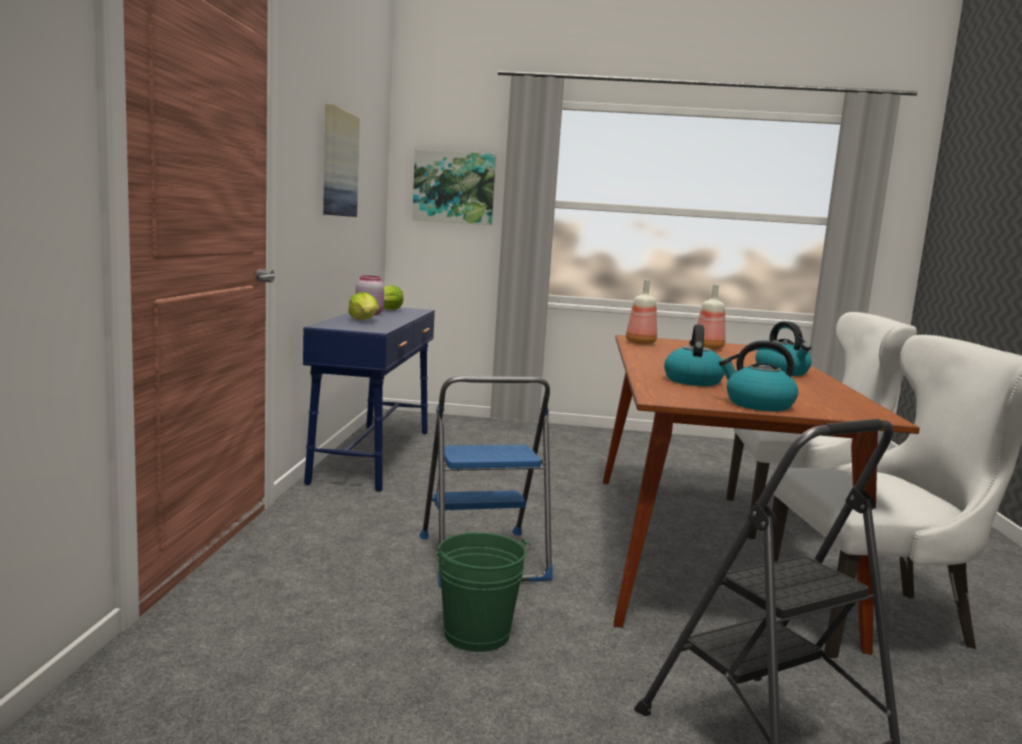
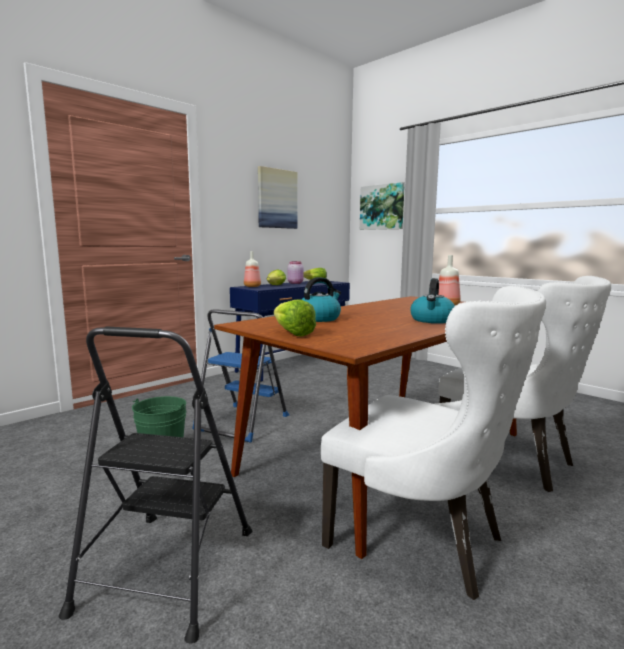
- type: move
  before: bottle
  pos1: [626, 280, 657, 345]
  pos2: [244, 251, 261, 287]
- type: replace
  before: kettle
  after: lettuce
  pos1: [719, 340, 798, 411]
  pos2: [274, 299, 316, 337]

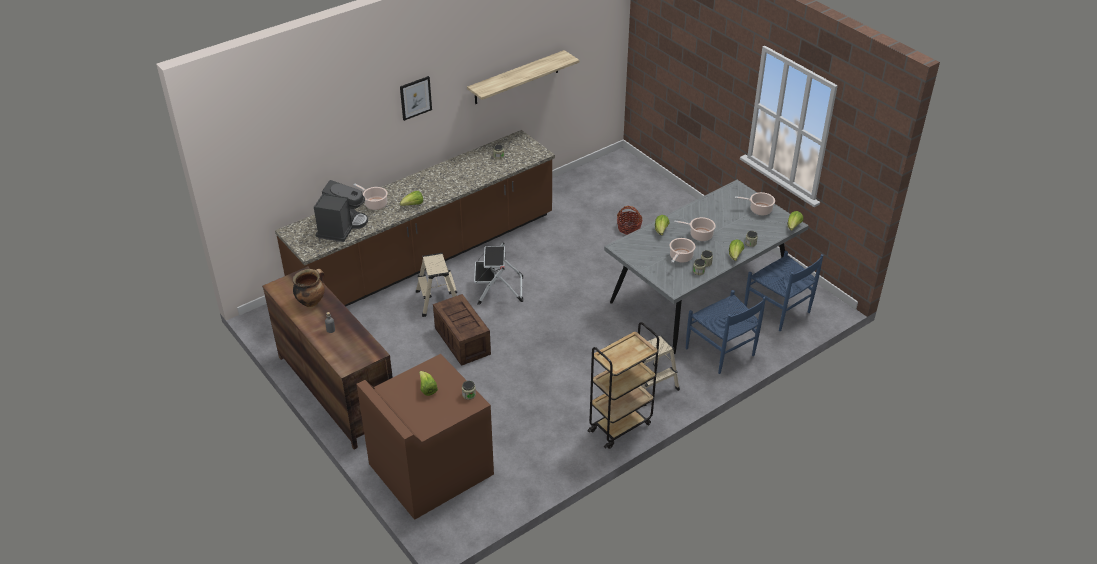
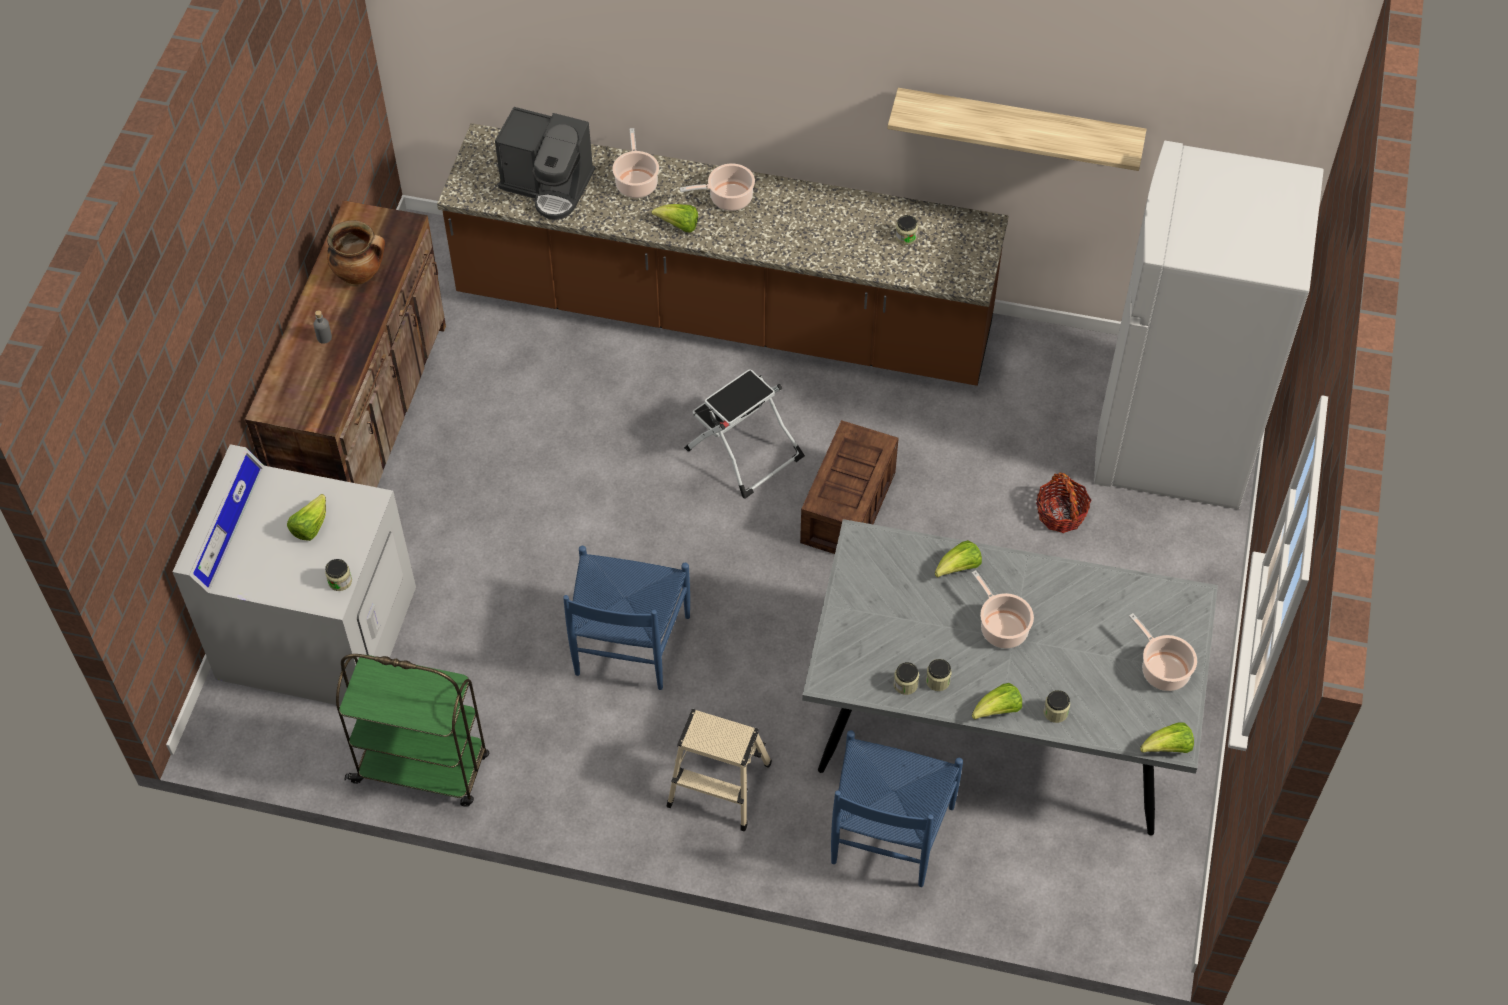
- type: delete
  before: picture
  pos1: [400, 76, 432, 121]
- type: rotate
  before: coffee machine
  pos1: [314, 180, 368, 242]
  pos2: [495, 107, 595, 220]
  turn: 45
- type: move
  before: cooking pot
  pos1: [669, 238, 695, 263]
  pos2: [680, 163, 755, 211]
- type: move
  before: chair/blue
  pos1: [744, 251, 823, 331]
  pos2: [563, 546, 690, 690]
- type: delete
  before: step ladder/beige
  pos1: [416, 253, 457, 317]
- type: move
  before: crate
  pos1: [433, 294, 491, 366]
  pos2: [800, 420, 899, 554]
- type: delete
  before: cart/brown
  pos1: [588, 322, 659, 449]
- type: recolor
  before: washing machine/brown
  after: washing machine/white
  pos1: [357, 354, 494, 520]
  pos2: [173, 444, 416, 706]
- type: insert
  after: fridge/white
  pos2: [1094, 140, 1323, 509]
- type: insert
  after: cart/green
  pos2: [336, 654, 489, 807]

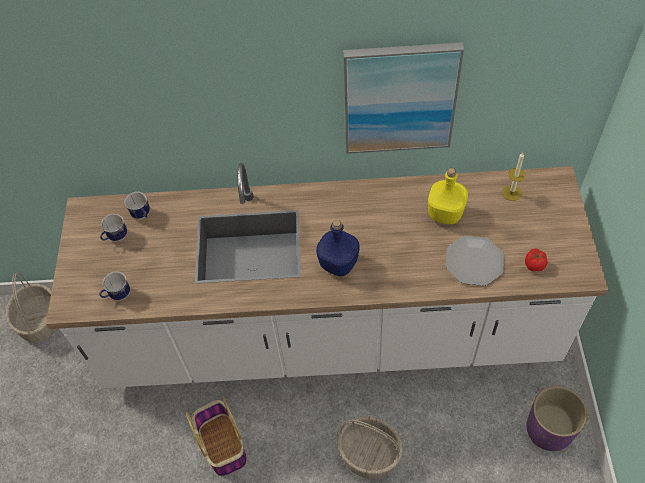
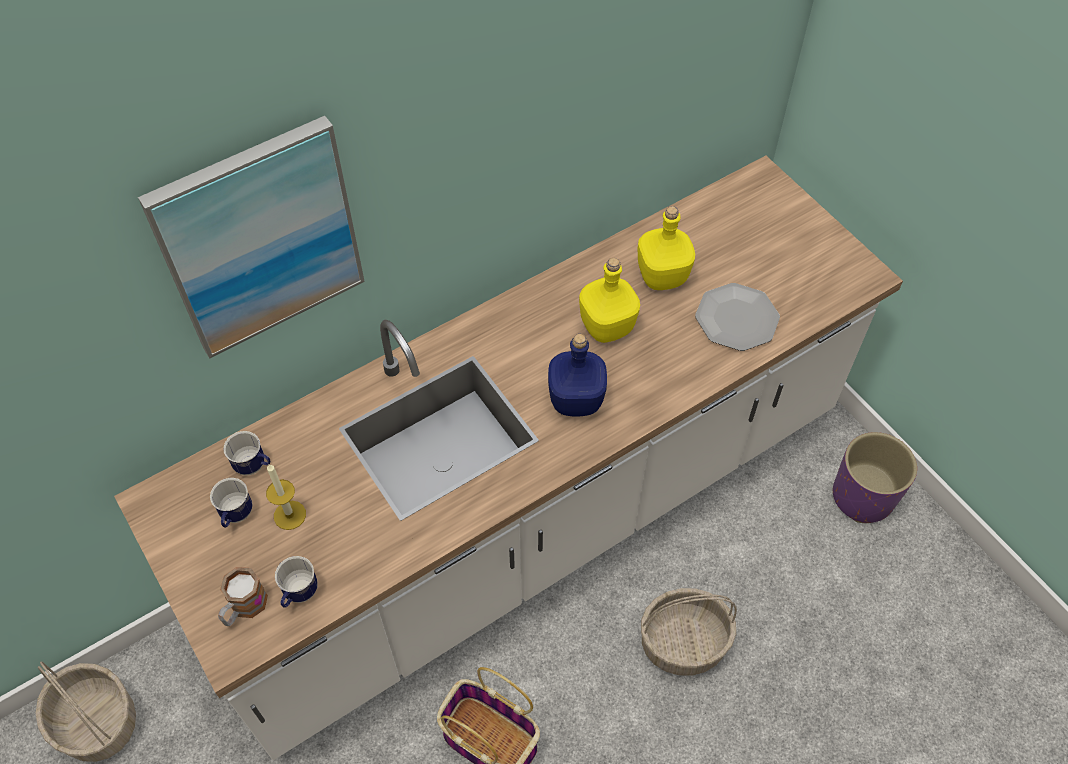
- type: move
  before: picture
  pos1: [343, 42, 464, 154]
  pos2: [138, 116, 365, 358]
- type: move
  before: candle
  pos1: [502, 153, 526, 201]
  pos2: [266, 464, 306, 530]
- type: delete
  before: tomato
  pos1: [525, 248, 548, 271]
- type: insert
  after: bottle/yellow
  pos2: [579, 258, 640, 343]
- type: insert
  after: mug
  pos2: [218, 567, 268, 626]

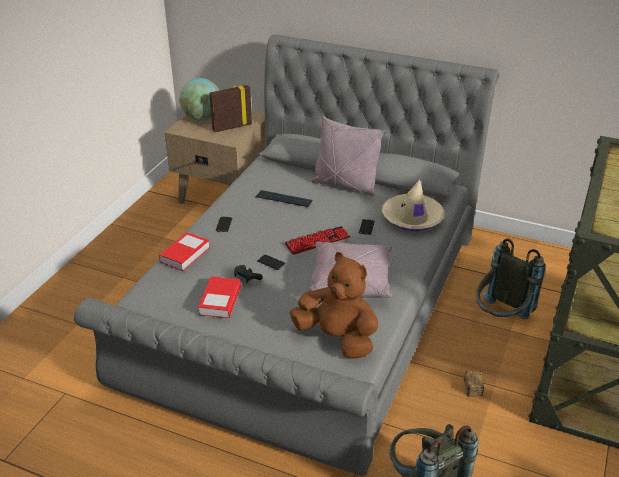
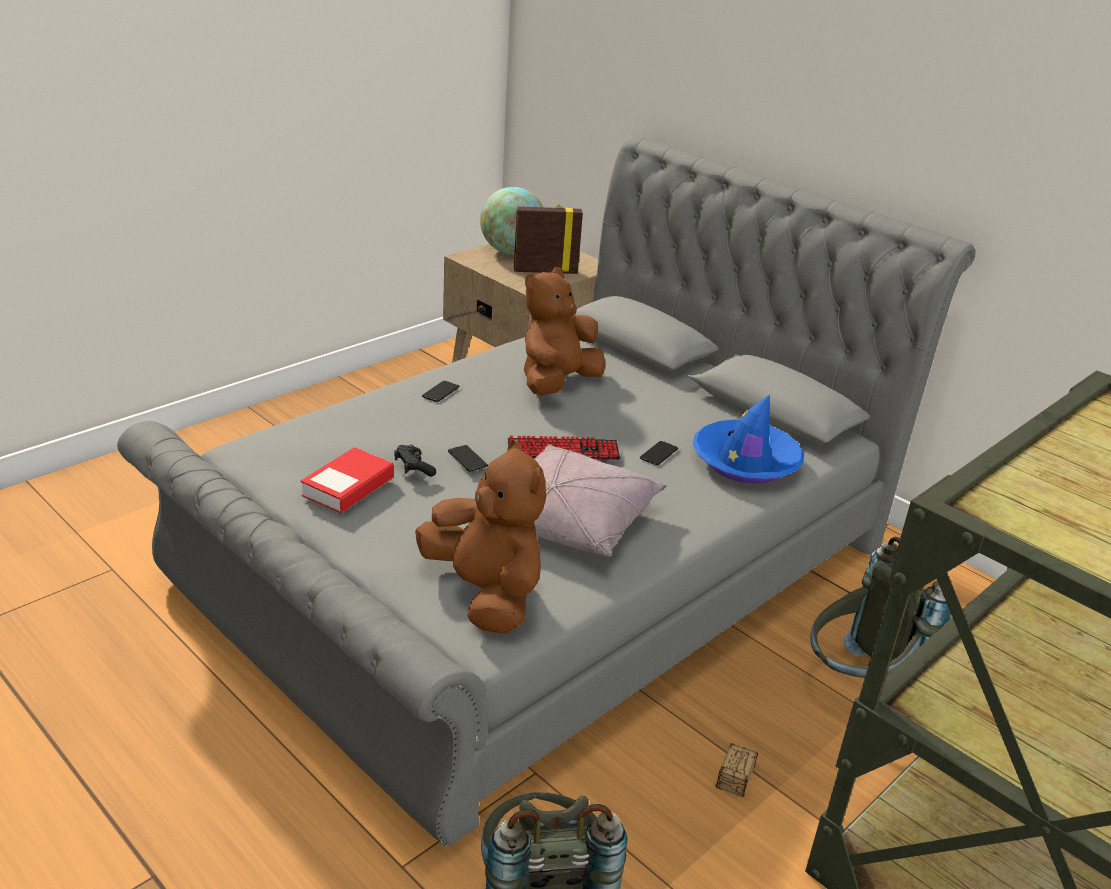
- type: delete
  before: pillow/purple
  pos1: [311, 116, 385, 196]
- type: recolor
  before: hat/beige
  after: hat/blue
  pos1: [382, 180, 445, 231]
  pos2: [693, 395, 804, 484]
- type: replace
  before: keyboard
  after: plush toy/brown
  pos1: [256, 190, 312, 207]
  pos2: [524, 267, 605, 395]
- type: delete
  before: book
  pos1: [159, 232, 210, 271]

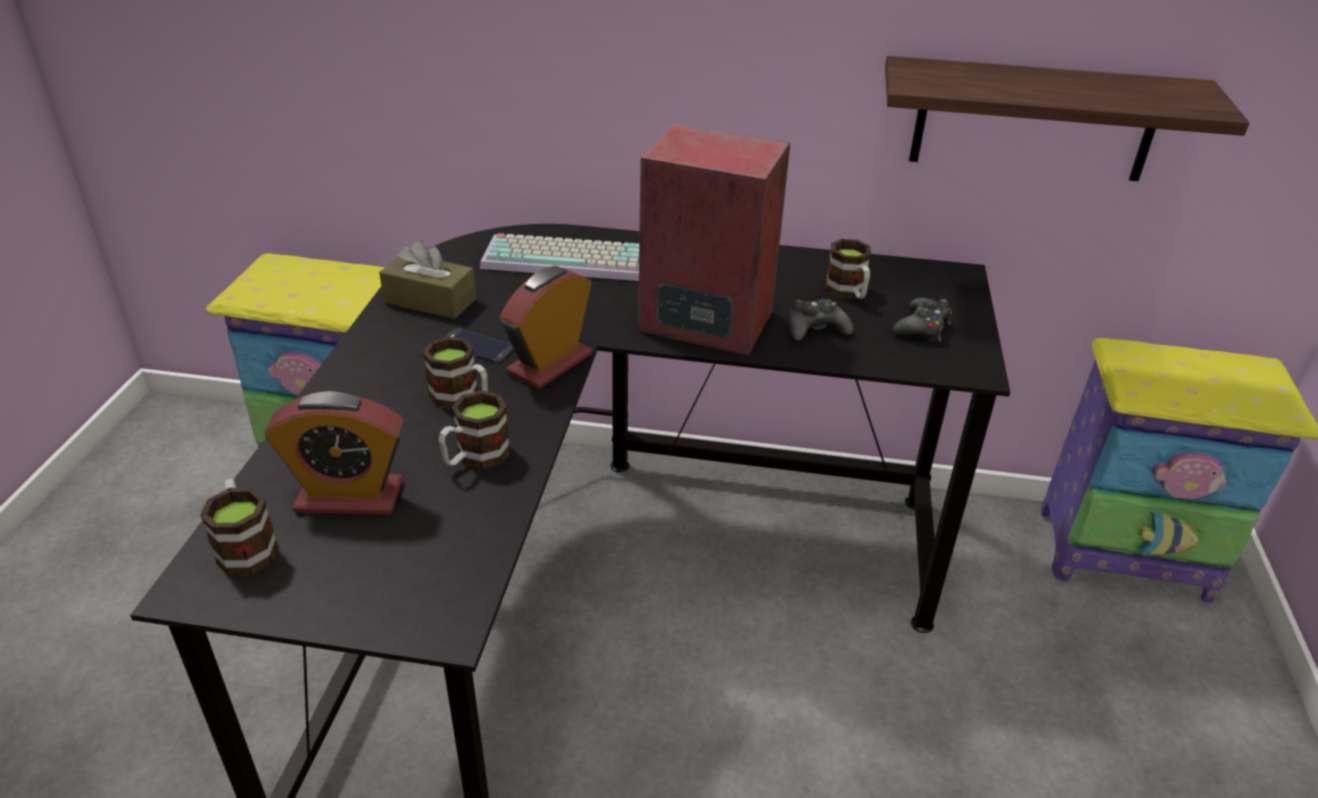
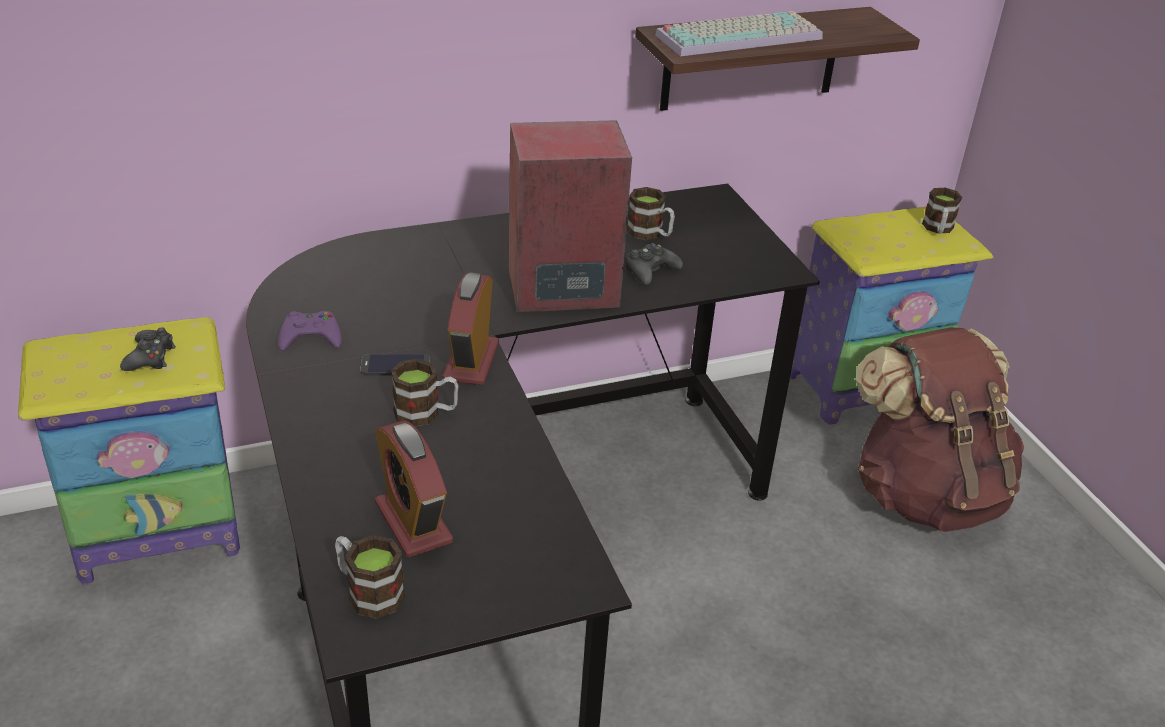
- type: move
  before: keyboard
  pos1: [480, 233, 639, 281]
  pos2: [655, 11, 823, 56]
- type: replace
  before: tissue box/brown
  after: game controller/purple
  pos1: [379, 240, 476, 319]
  pos2: [278, 311, 342, 351]
- type: move
  before: game controller/black
  pos1: [893, 298, 952, 342]
  pos2: [120, 327, 176, 371]
- type: move
  before: mug
  pos1: [439, 390, 510, 470]
  pos2: [922, 188, 962, 234]
- type: rotate
  before: alarm clock
  pos1: [264, 391, 404, 515]
  pos2: [375, 421, 453, 558]
  turn: 90
- type: insert
  after: backpack/brown
  pos2: [855, 327, 1024, 532]

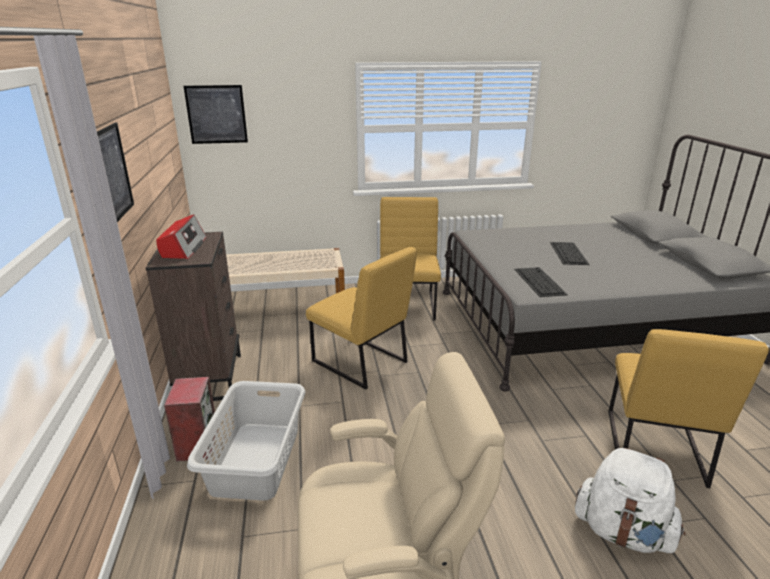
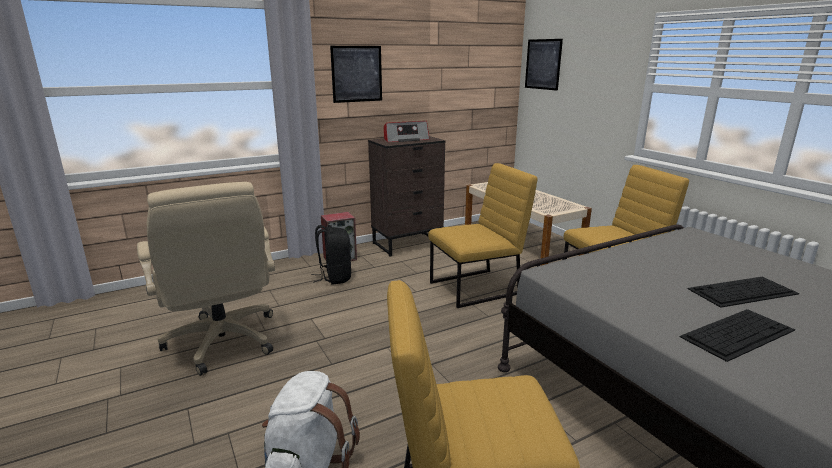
- type: rotate
  before: chair/yellow
  pos1: [306, 247, 417, 389]
  pos2: [428, 163, 537, 308]
  turn: -135
- type: move
  before: keyboard
  pos1: [514, 267, 568, 297]
  pos2: [680, 309, 795, 362]
- type: replace
  before: laundry basket/grey
  after: backpack/black
  pos1: [187, 381, 305, 501]
  pos2: [312, 225, 351, 285]

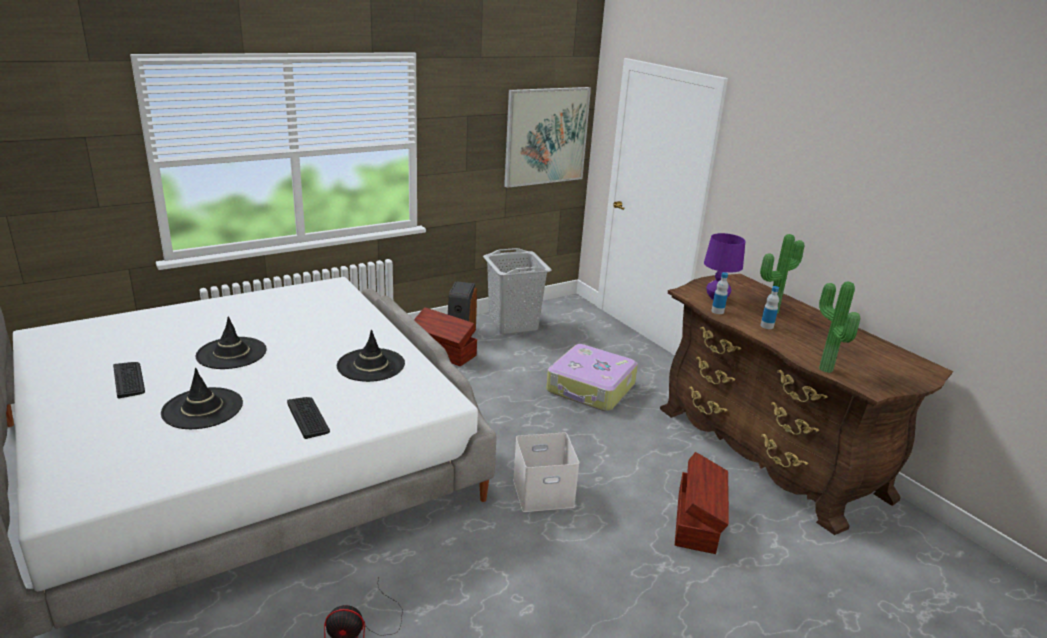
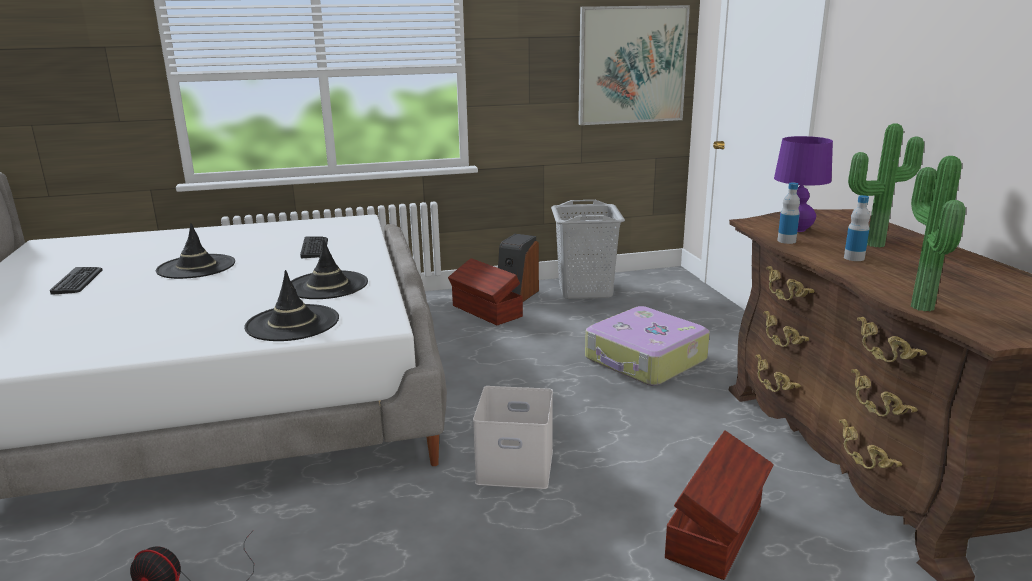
- type: move
  before: hat/black
  pos1: [161, 368, 243, 429]
  pos2: [244, 270, 339, 341]
- type: move
  before: keyboard
  pos1: [287, 397, 330, 439]
  pos2: [300, 236, 328, 258]

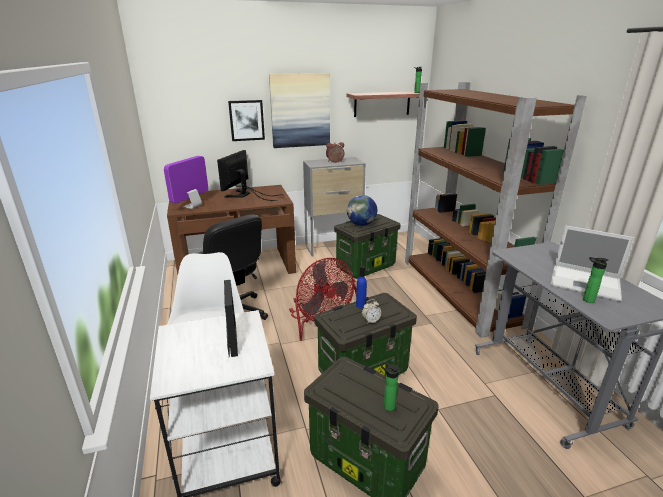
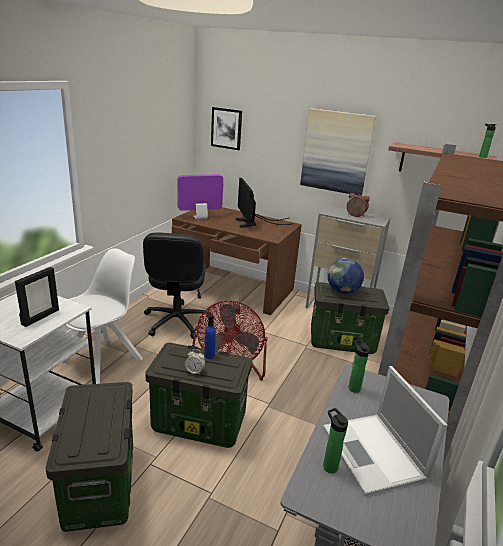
- type: move
  before: picture
  pos1: [228, 100, 265, 141]
  pos2: [211, 107, 242, 150]
- type: rotate
  before: monitor
  pos1: [217, 150, 279, 201]
  pos2: [235, 178, 294, 228]
  turn: -75
- type: move
  before: bottle
  pos1: [381, 362, 399, 411]
  pos2: [349, 340, 370, 393]

